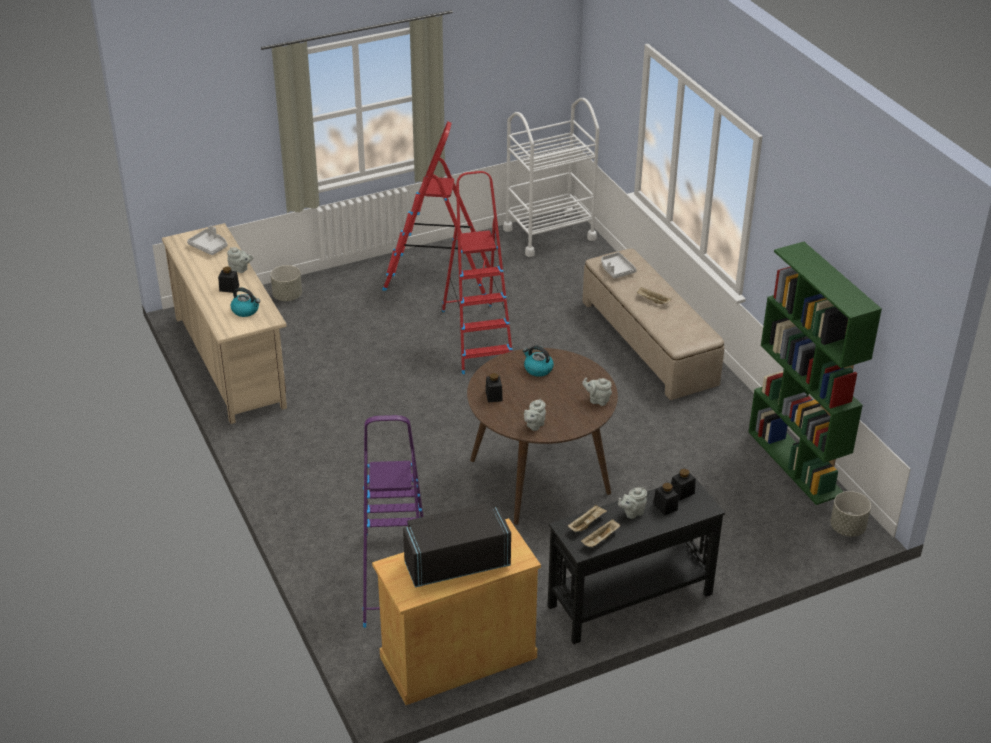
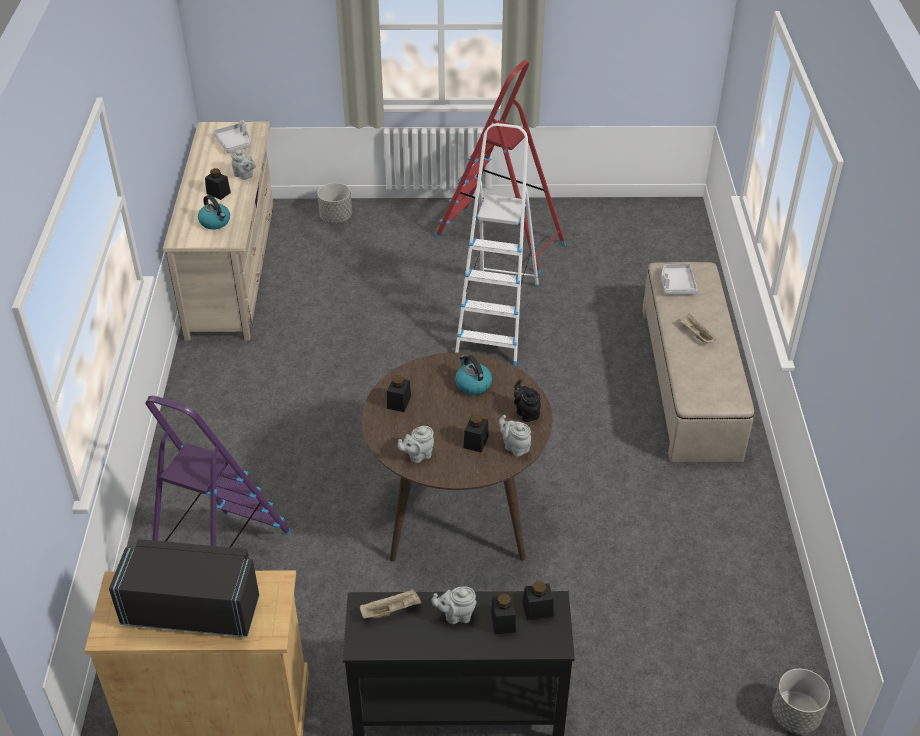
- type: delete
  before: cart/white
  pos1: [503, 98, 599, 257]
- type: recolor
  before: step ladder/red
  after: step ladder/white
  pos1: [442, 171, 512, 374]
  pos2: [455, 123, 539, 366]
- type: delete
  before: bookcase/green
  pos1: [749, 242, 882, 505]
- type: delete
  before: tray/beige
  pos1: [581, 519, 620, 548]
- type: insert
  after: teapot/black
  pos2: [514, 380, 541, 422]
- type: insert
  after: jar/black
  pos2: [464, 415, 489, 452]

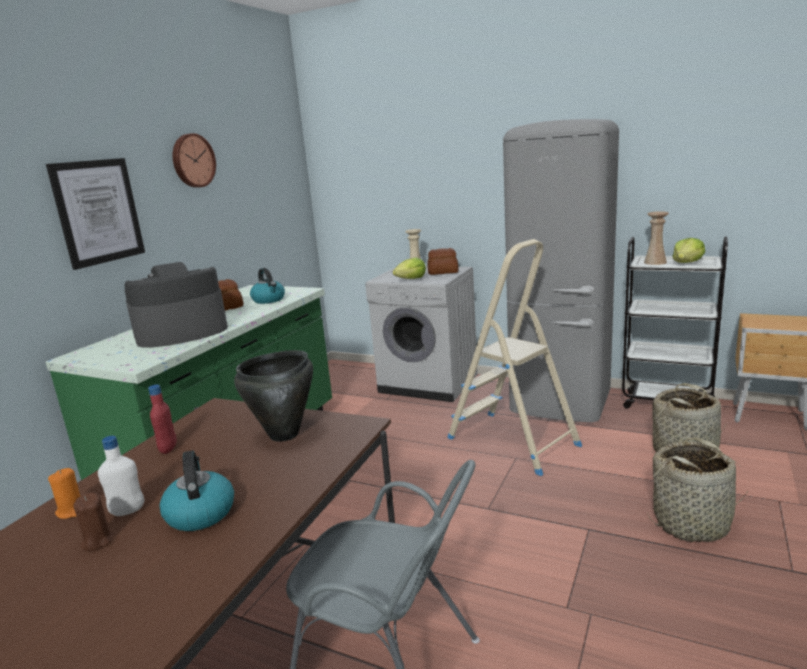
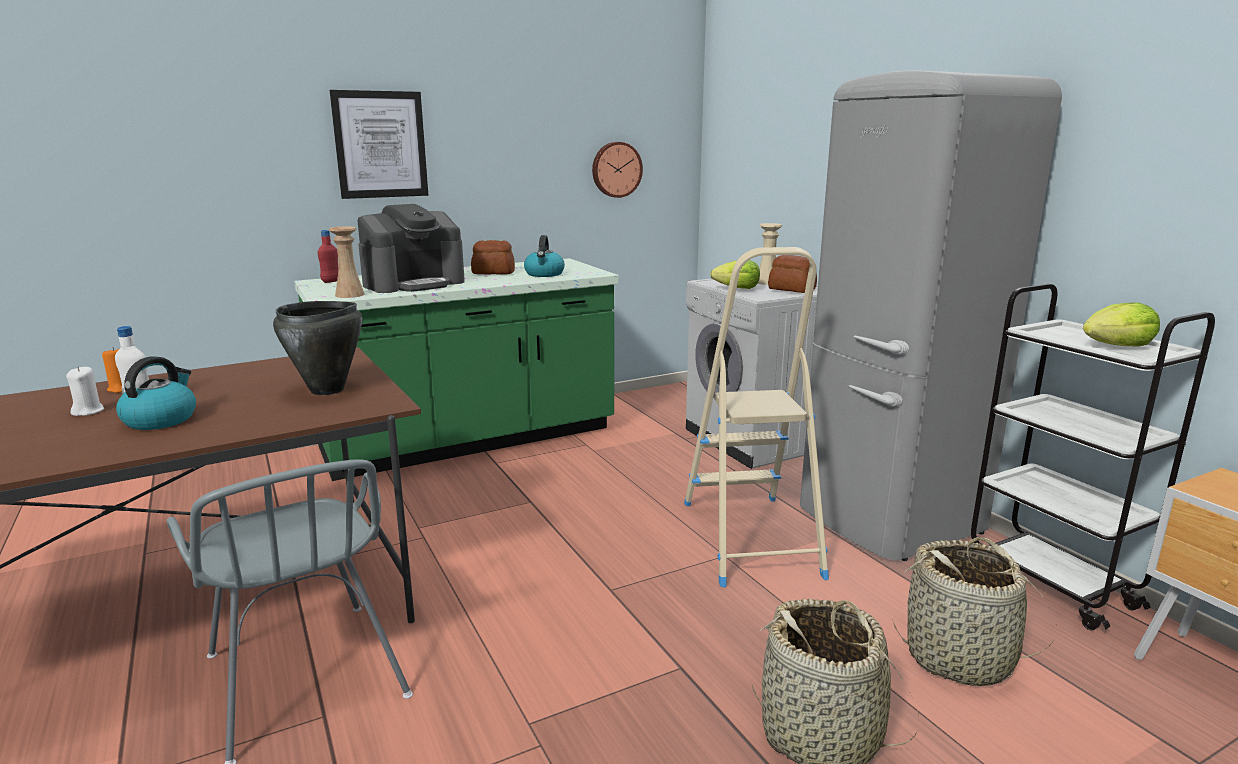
- type: move
  before: wall clock
  pos1: [172, 133, 216, 188]
  pos2: [592, 142, 643, 198]
- type: move
  before: vase/beige
  pos1: [644, 212, 669, 265]
  pos2: [329, 226, 365, 298]
- type: rotate
  before: coffee machine
  pos1: [125, 262, 228, 348]
  pos2: [357, 204, 465, 293]
  turn: 135
- type: move
  before: bottle/red
  pos1: [148, 385, 177, 454]
  pos2: [318, 230, 338, 283]
- type: recolor
  before: candle/brown
  after: candle/white
  pos1: [73, 493, 114, 551]
  pos2: [66, 366, 104, 416]

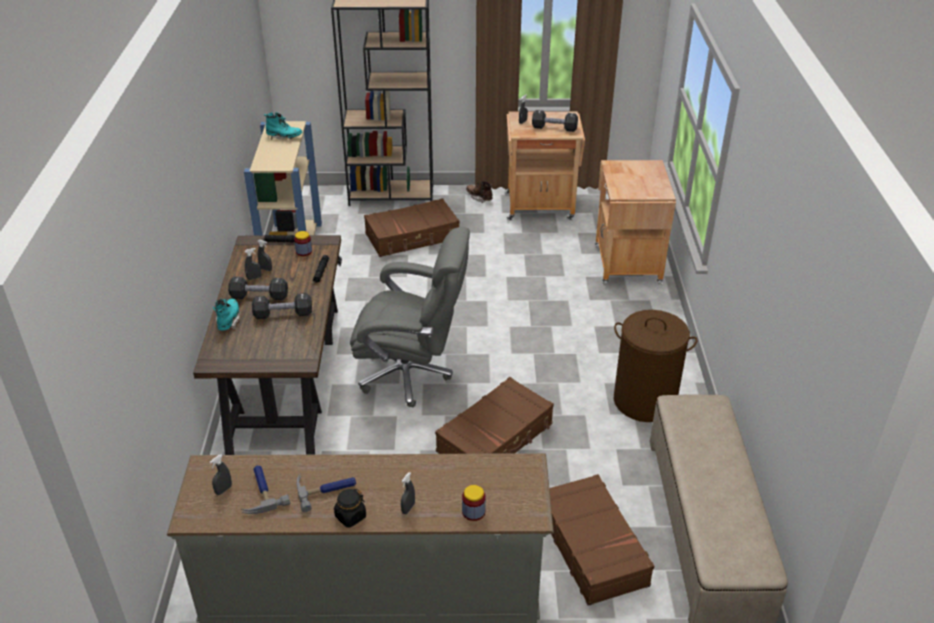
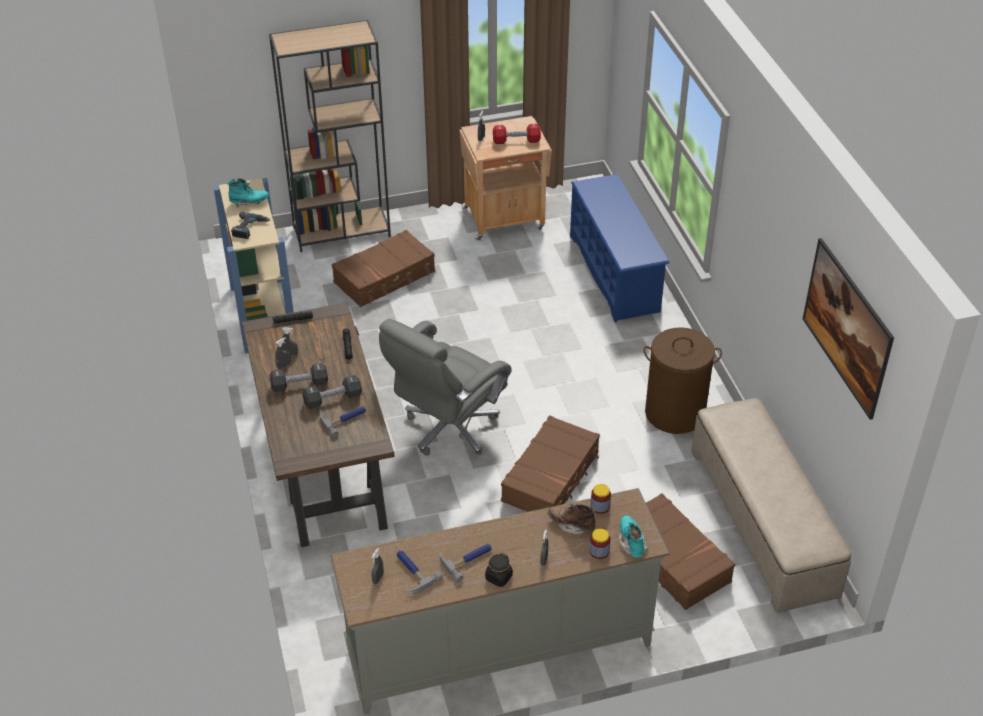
- type: recolor
  before: dumbbell/black
  after: dumbbell/red
  pos1: [532, 110, 578, 132]
  pos2: [493, 124, 541, 144]
- type: replace
  before: cart/brown
  after: shoe rack/blue
  pos1: [595, 160, 676, 284]
  pos2: [570, 174, 669, 323]
- type: move
  before: boot/brown
  pos1: [466, 181, 493, 203]
  pos2: [548, 504, 596, 535]
- type: rotate
  before: office chair/grey
  pos1: [350, 227, 470, 407]
  pos2: [379, 319, 511, 456]
  turn: 135
- type: move
  before: jar
  pos1: [294, 231, 312, 256]
  pos2: [591, 484, 611, 514]
- type: move
  before: boot/turquoise
  pos1: [213, 298, 241, 331]
  pos2: [619, 516, 648, 558]
- type: insert
  after: power drill
  pos2: [231, 212, 270, 239]
- type: insert
  after: picture
  pos2: [803, 238, 894, 420]
- type: insert
  after: hammer
  pos2: [319, 406, 366, 437]

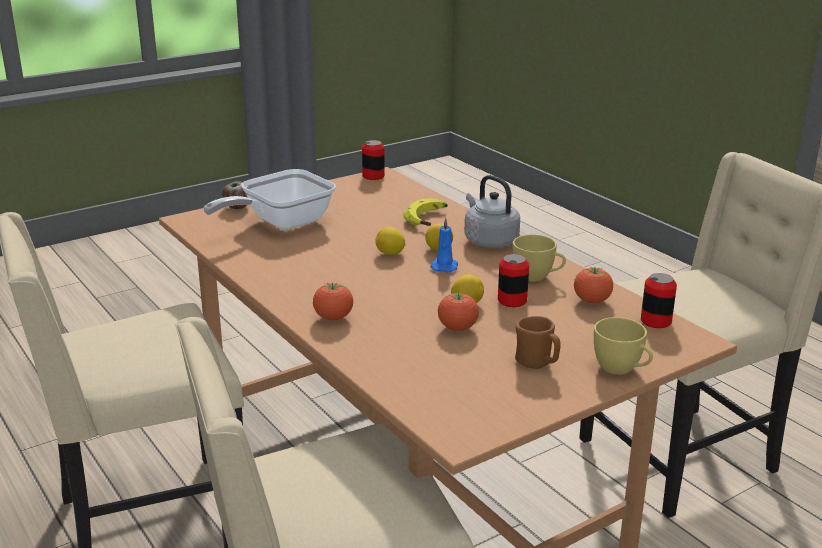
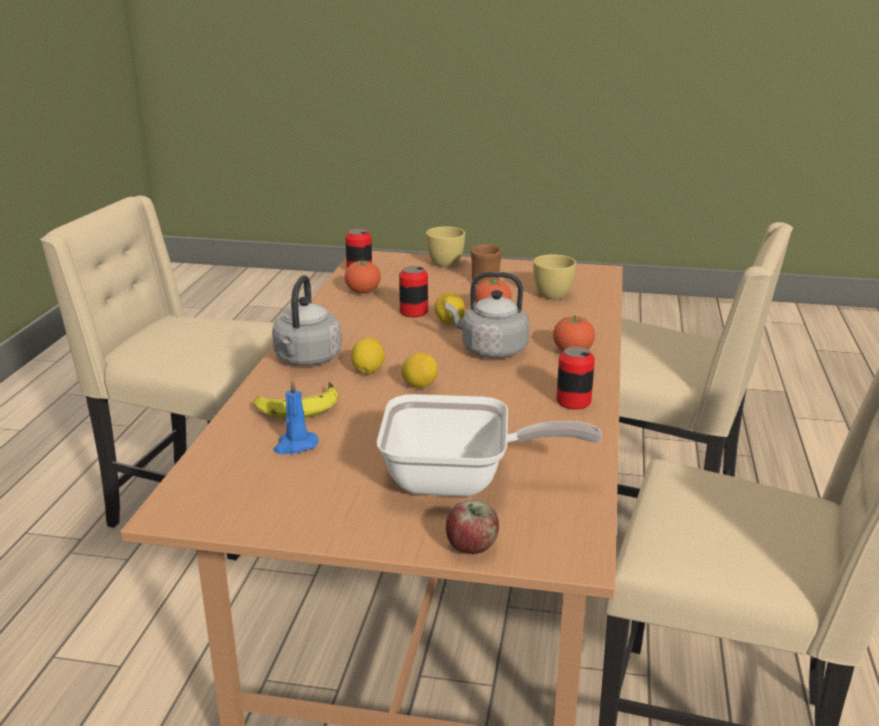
- type: move
  before: can
  pos1: [362, 140, 385, 180]
  pos2: [556, 346, 595, 409]
- type: move
  before: candle/blue
  pos1: [430, 218, 458, 272]
  pos2: [273, 379, 319, 454]
- type: move
  before: cup/yellow
  pos1: [513, 234, 566, 282]
  pos2: [533, 254, 576, 299]
- type: insert
  after: kettle/grey
  pos2: [445, 272, 529, 358]

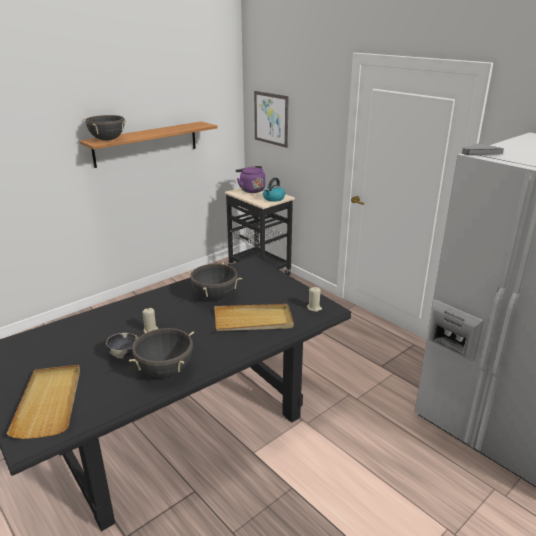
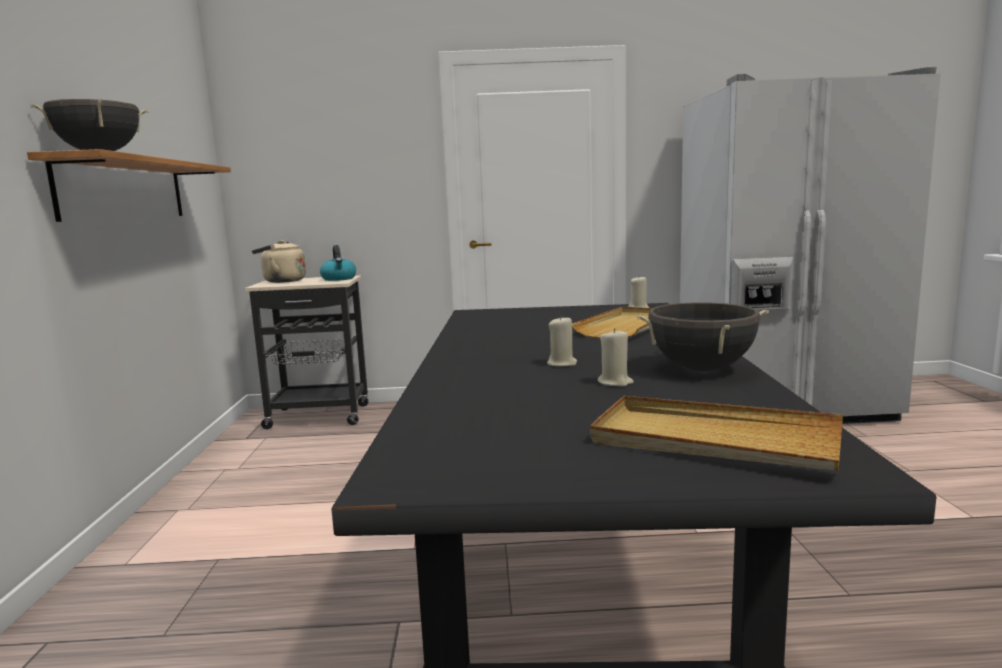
- type: delete
  before: picture
  pos1: [254, 91, 289, 148]
- type: recolor
  before: kettle/purple
  after: kettle/beige
  pos1: [235, 166, 265, 193]
  pos2: [252, 240, 306, 283]
- type: delete
  before: cooking pot/black
  pos1: [186, 262, 242, 300]
- type: replace
  before: bowl
  after: candle/beige
  pos1: [106, 333, 139, 359]
  pos2: [597, 328, 634, 387]

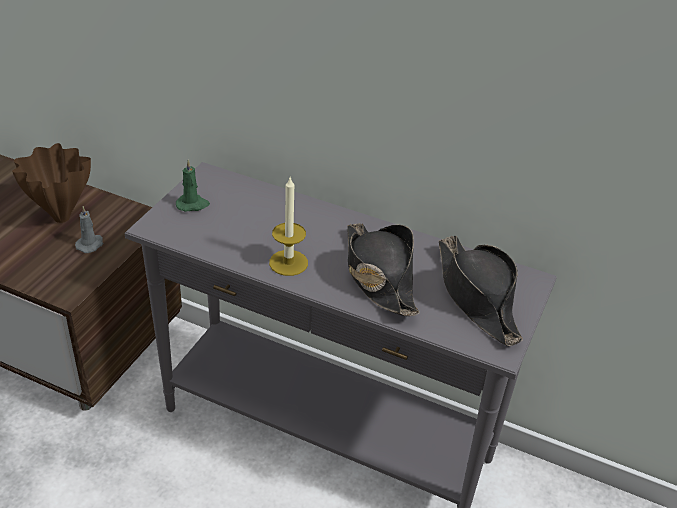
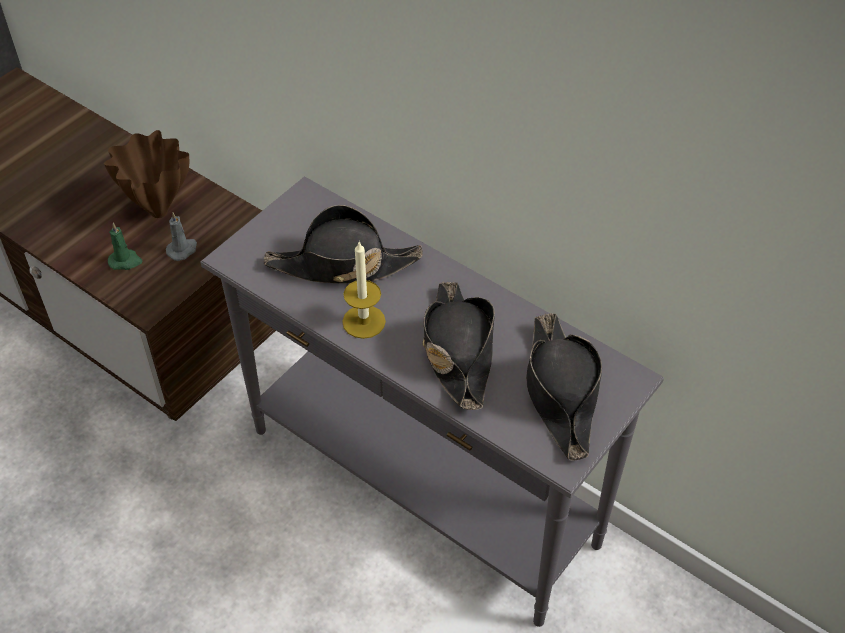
- type: move
  before: candle/green
  pos1: [176, 160, 210, 212]
  pos2: [108, 223, 143, 270]
- type: insert
  after: hat/black
  pos2: [264, 205, 423, 283]

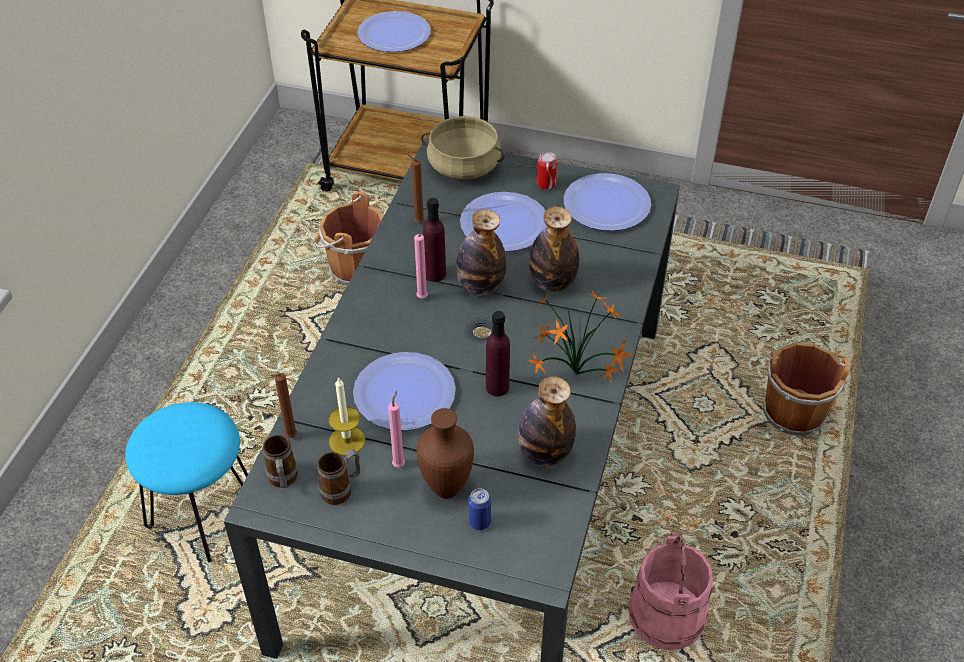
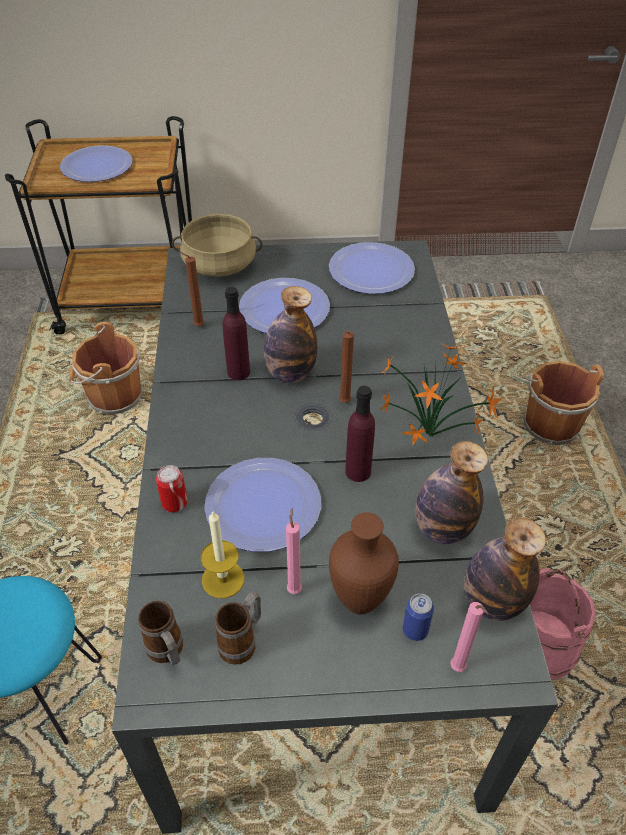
- type: move
  before: can
  pos1: [537, 152, 557, 189]
  pos2: [156, 465, 188, 512]
- type: move
  before: bottle
  pos1: [529, 207, 579, 292]
  pos2: [464, 518, 546, 621]
- type: move
  before: candle/pink
  pos1: [414, 234, 428, 298]
  pos2: [450, 602, 488, 672]
- type: move
  before: candle/brown
  pos1: [270, 373, 297, 438]
  pos2: [339, 331, 354, 403]

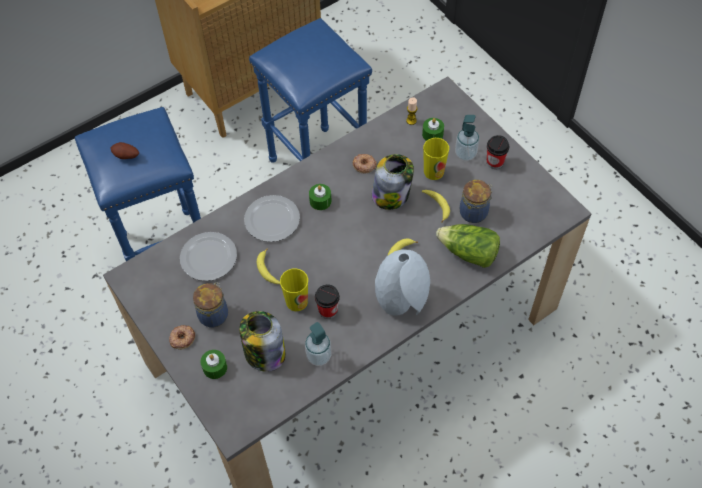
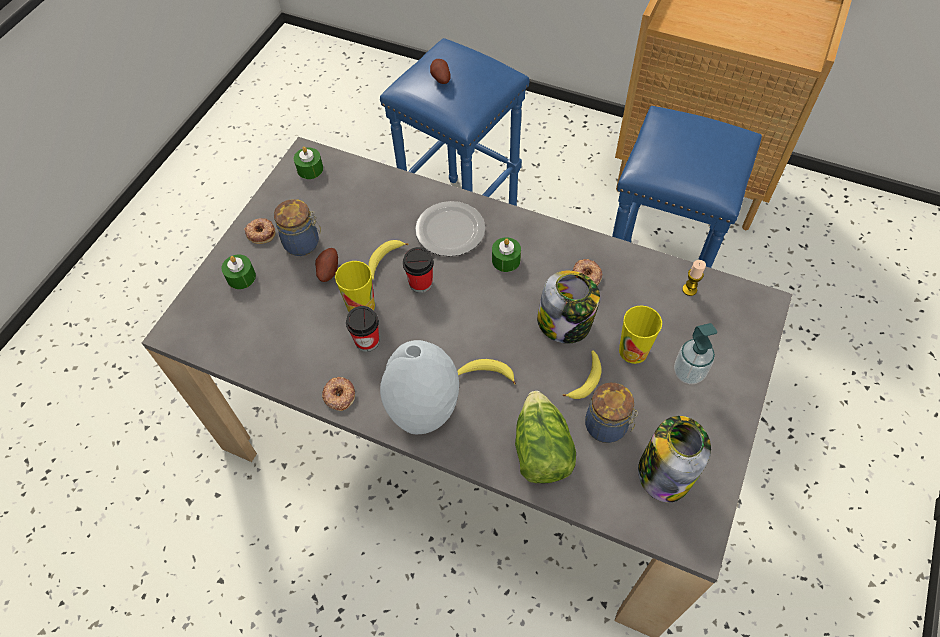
- type: move
  before: candle/green
  pos1: [422, 118, 444, 141]
  pos2: [294, 146, 323, 179]
- type: move
  before: cup
  pos1: [487, 135, 509, 169]
  pos2: [403, 247, 434, 293]
- type: delete
  before: plate
  pos1: [180, 232, 237, 281]
- type: move
  before: jar
  pos1: [239, 311, 286, 372]
  pos2: [638, 416, 711, 503]
- type: delete
  before: soap dispenser
  pos1: [305, 322, 331, 366]
- type: insert
  after: potato
  pos2: [315, 248, 338, 282]
- type: insert
  after: donut
  pos2: [322, 377, 355, 411]

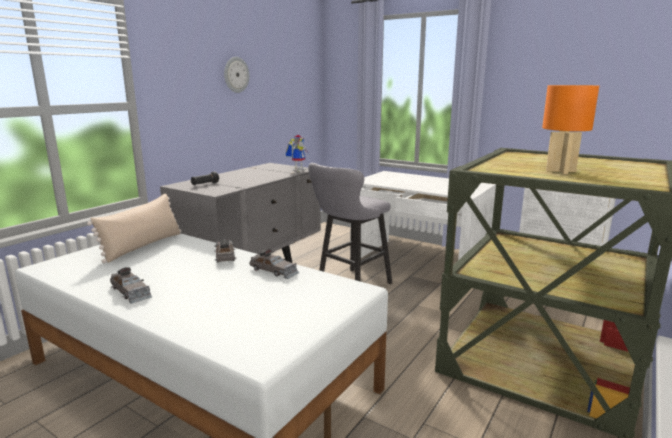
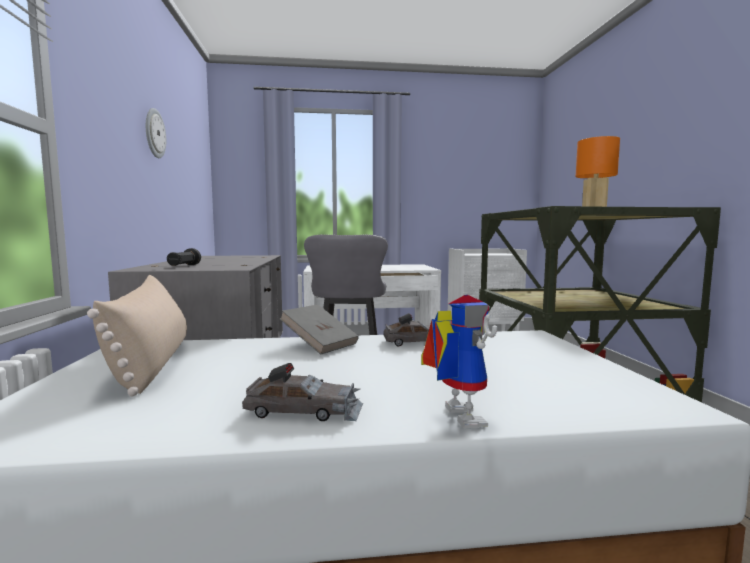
- type: move
  before: toy robot
  pos1: [286, 135, 309, 172]
  pos2: [421, 295, 497, 428]
- type: replace
  before: toy car/grey
  after: book/grey
  pos1: [215, 239, 236, 262]
  pos2: [280, 305, 359, 355]

